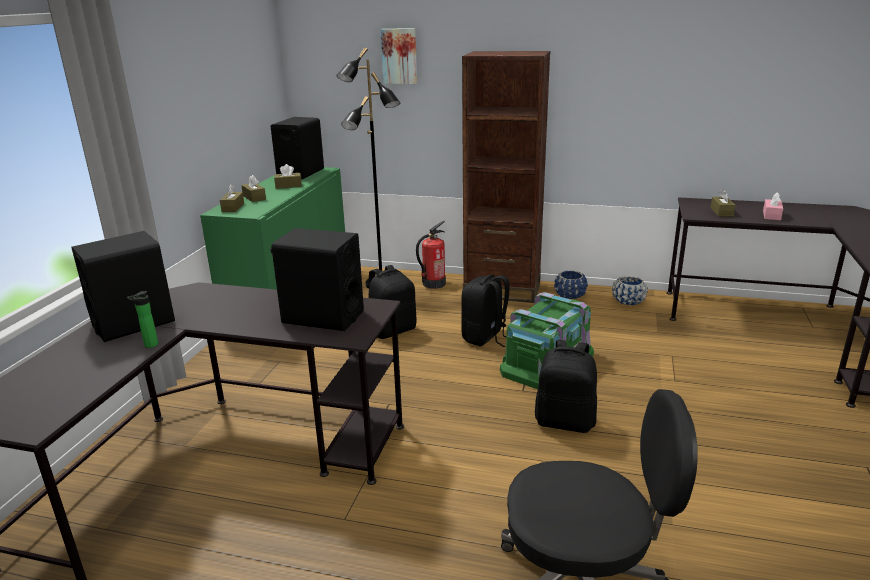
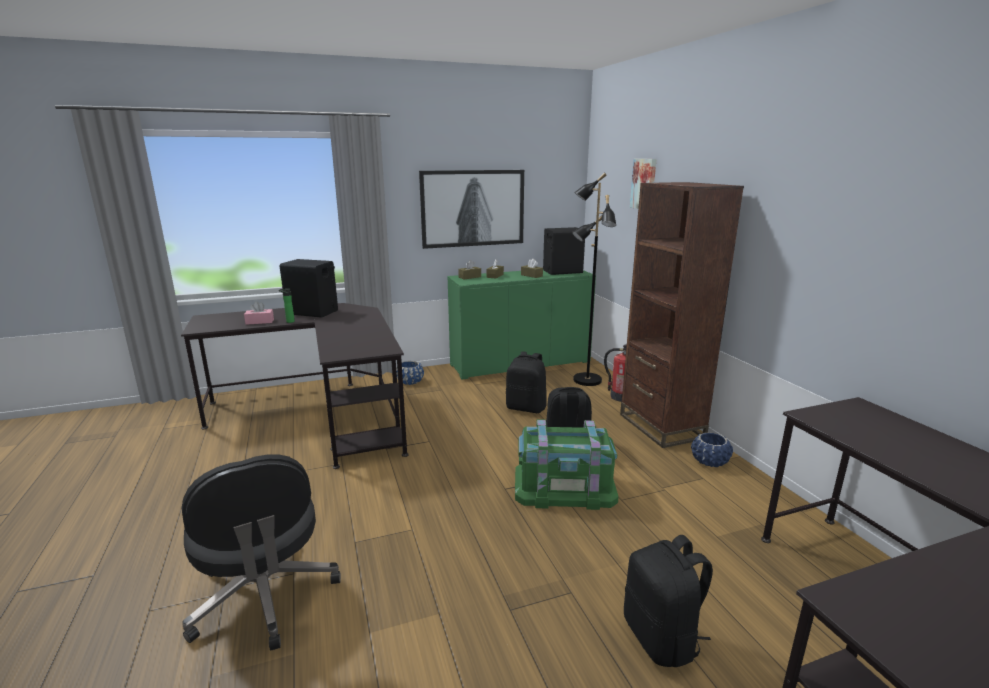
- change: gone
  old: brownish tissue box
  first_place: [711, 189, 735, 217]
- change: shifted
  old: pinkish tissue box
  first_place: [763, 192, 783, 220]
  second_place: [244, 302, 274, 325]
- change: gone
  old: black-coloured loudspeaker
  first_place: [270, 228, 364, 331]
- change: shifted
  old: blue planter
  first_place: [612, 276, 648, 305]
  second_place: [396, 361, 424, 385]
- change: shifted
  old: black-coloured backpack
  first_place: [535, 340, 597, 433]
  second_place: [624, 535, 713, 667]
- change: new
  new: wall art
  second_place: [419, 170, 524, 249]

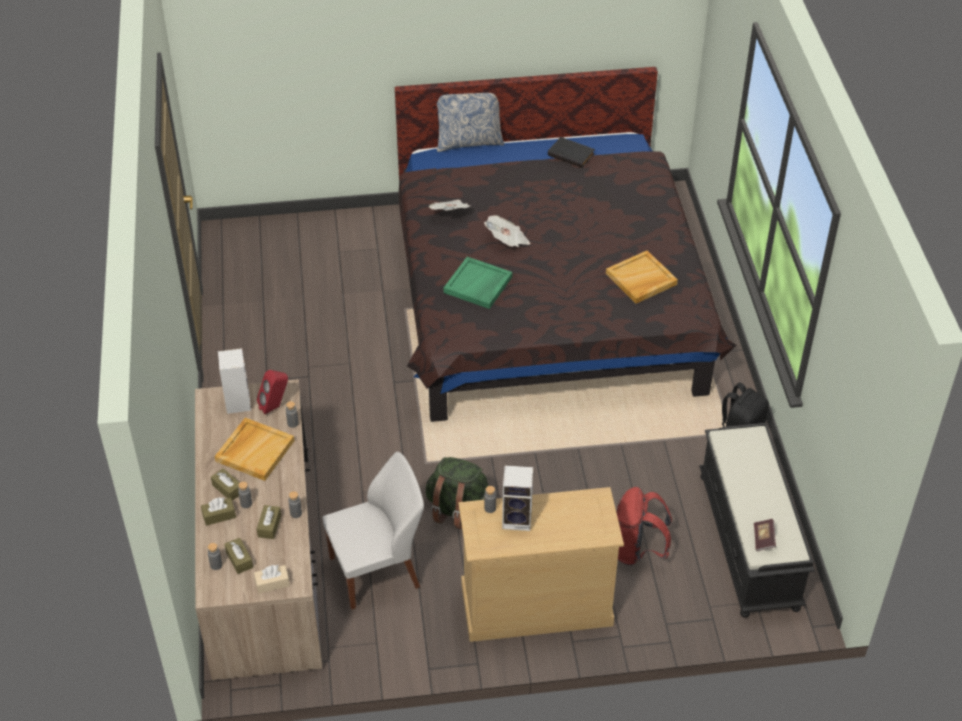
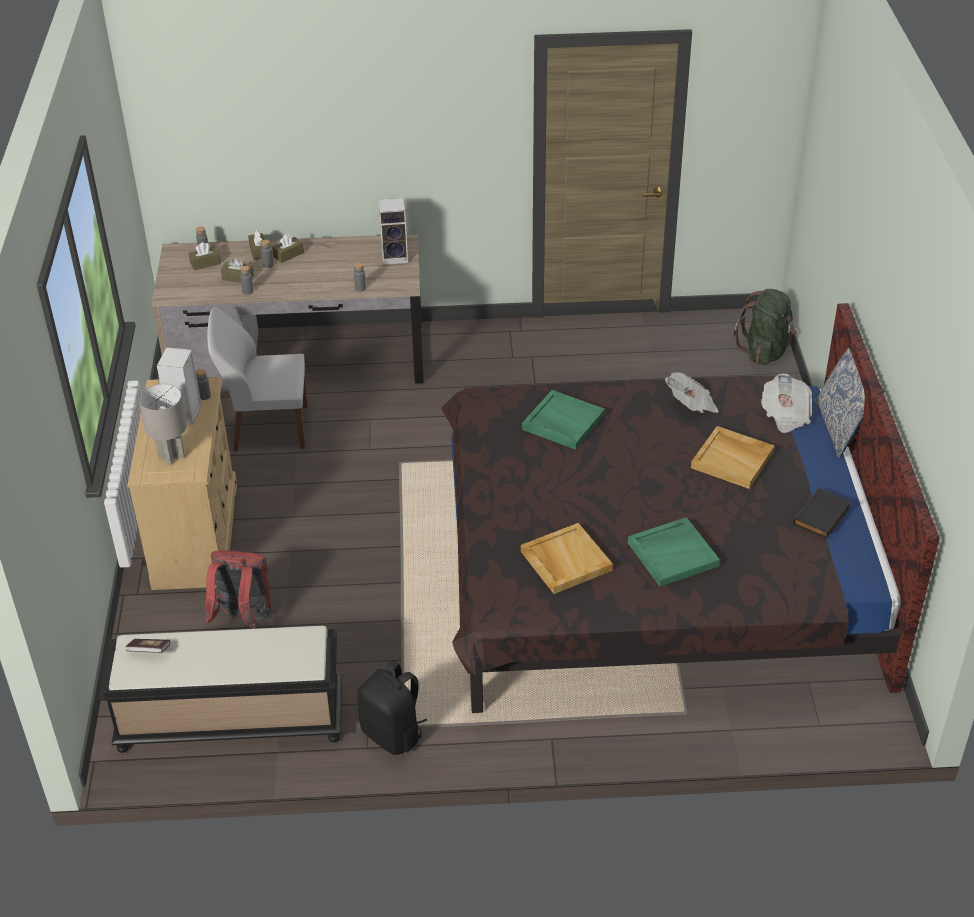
- change: shifted
  old: newspaper
  first_place: [484, 215, 530, 247]
  second_place: [761, 373, 812, 433]
- change: gone
  old: red loudspeaker
  first_place: [257, 370, 288, 414]
- change: shifted
  old: beige-coloured carrying tray
  first_place: [215, 418, 294, 481]
  second_place: [691, 426, 775, 489]
- change: rotated
  old: white plain chair
  first_place: [322, 452, 424, 609]
  second_place: [207, 307, 308, 451]
  degrees: 105
- change: shifted
  old: greenish backpack
  first_place: [425, 457, 488, 529]
  second_place: [733, 289, 797, 365]
- change: gone
  old: beige-coloured tissue box
  first_place: [254, 565, 290, 593]
- change: new
  new: grey lamp for a table
  second_place: [138, 384, 187, 466]
- change: new
  new: greenish carrying tray
  second_place: [628, 517, 720, 586]

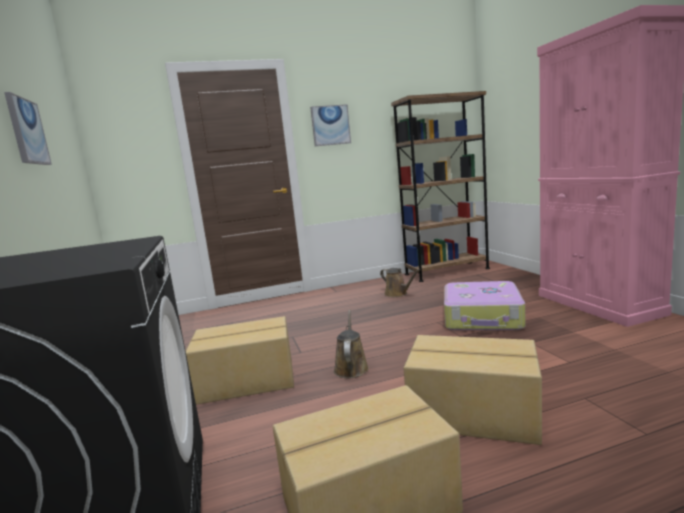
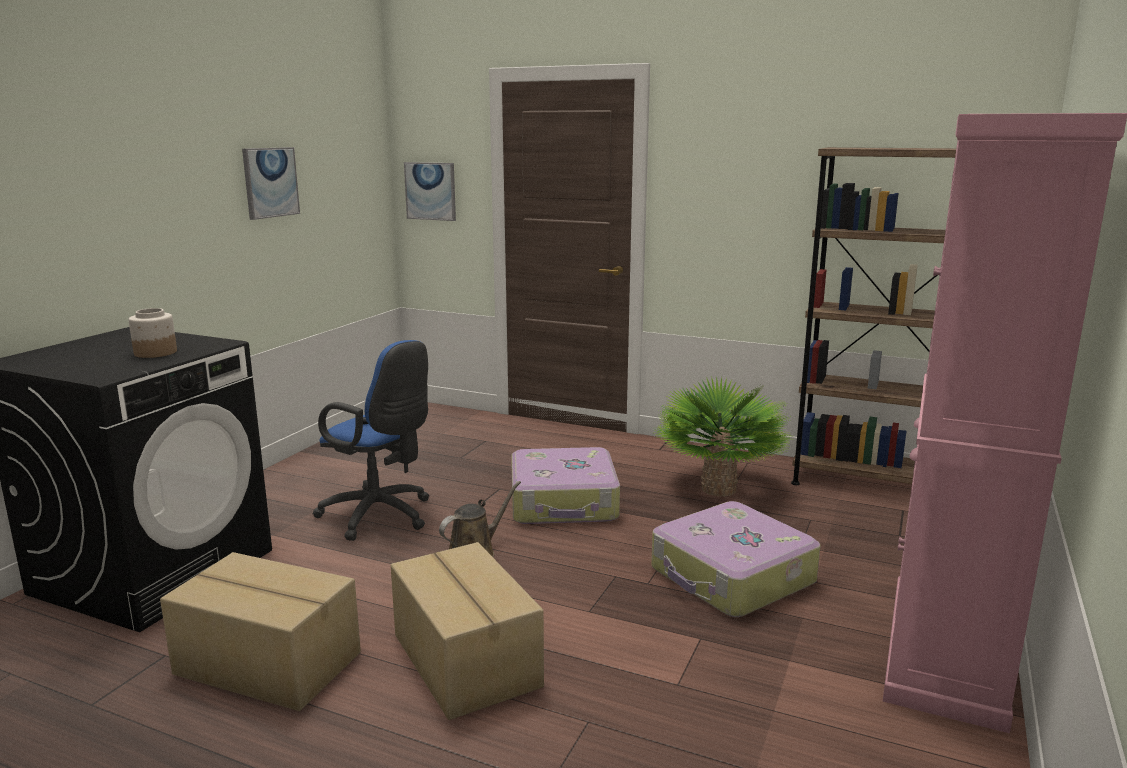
- change: shifted
  old: wall art
  first_place: [310, 104, 351, 146]
  second_place: [404, 162, 456, 221]
- change: swapped
  old: brownish watering pot
  new: plant in a pot
  first_place: [380, 268, 420, 297]
  second_place: [655, 376, 792, 496]
- change: swapped
  old: cardboard box
  new: blue desk chair
  first_place: [186, 316, 294, 405]
  second_place: [313, 340, 429, 541]
- change: new
  new: jar
  second_place: [129, 308, 177, 358]
- change: new
  new: travel case
  second_place: [511, 447, 620, 524]

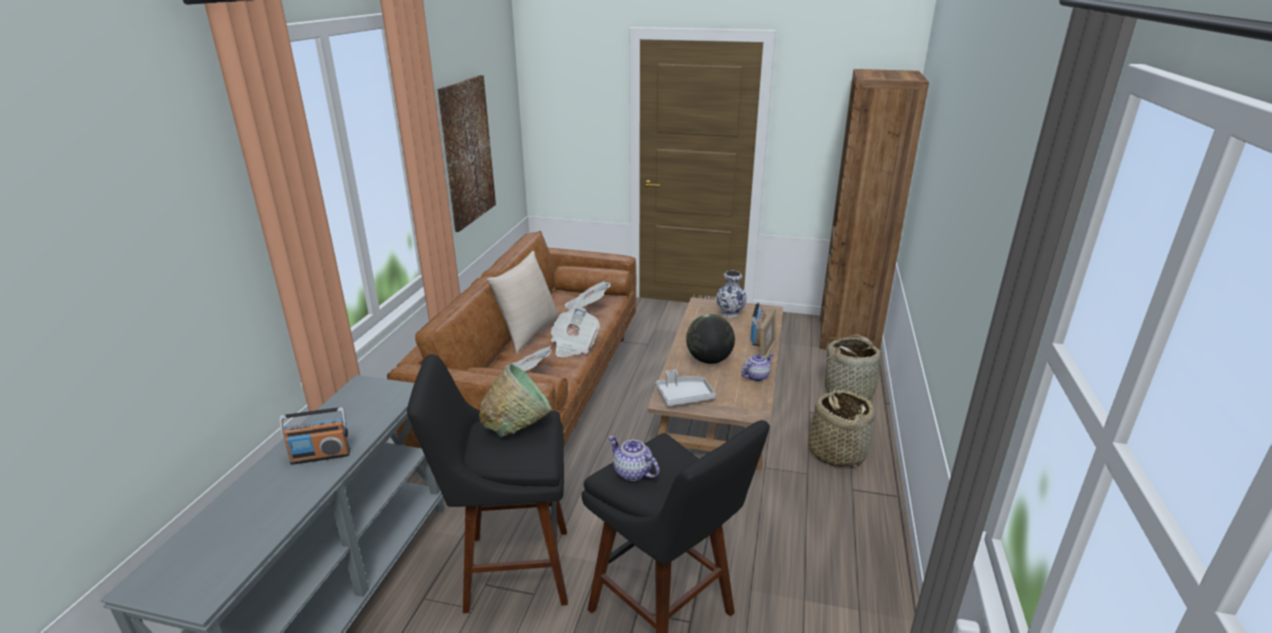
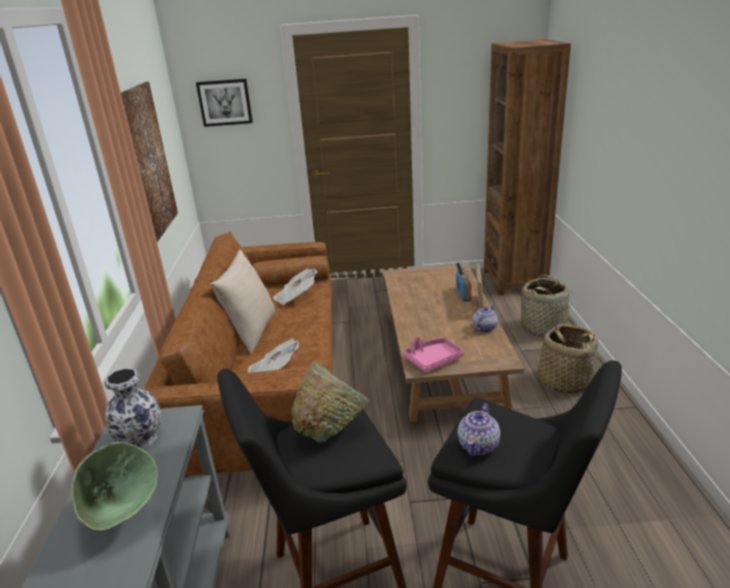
- change: shifted
  old: vase
  first_place: [716, 270, 747, 318]
  second_place: [104, 368, 161, 449]
- change: gone
  old: newspaper
  first_place: [550, 308, 600, 357]
- change: gone
  old: world globe
  first_place: [686, 314, 735, 364]
- change: repainted
  old: grey carrying tray
  new: pinkish carrying tray
  first_place: [656, 370, 716, 406]
  second_place: [403, 336, 464, 372]
- change: swapped
  old: radio
  new: greenish serving bowl
  first_place: [279, 407, 350, 465]
  second_place: [70, 442, 158, 531]
- change: rotated
  old: pot for tea
  first_place: [608, 436, 659, 481]
  second_place: [457, 404, 500, 456]
  degrees: -90
- change: new
  new: wall art
  second_place: [196, 79, 253, 127]

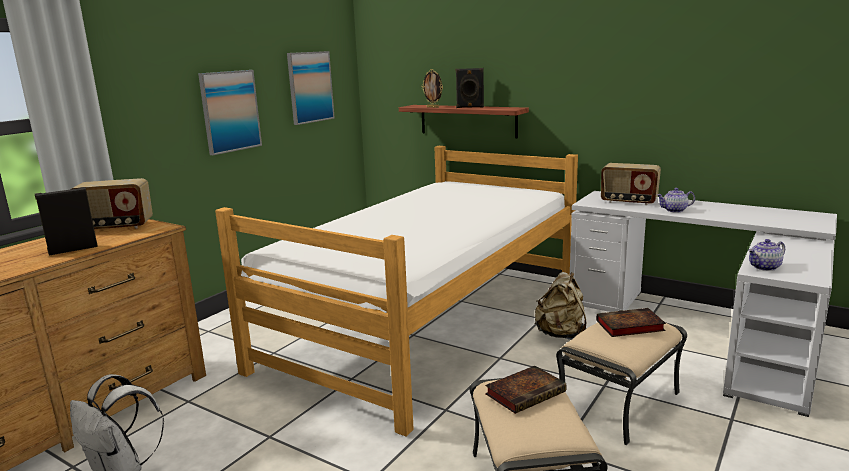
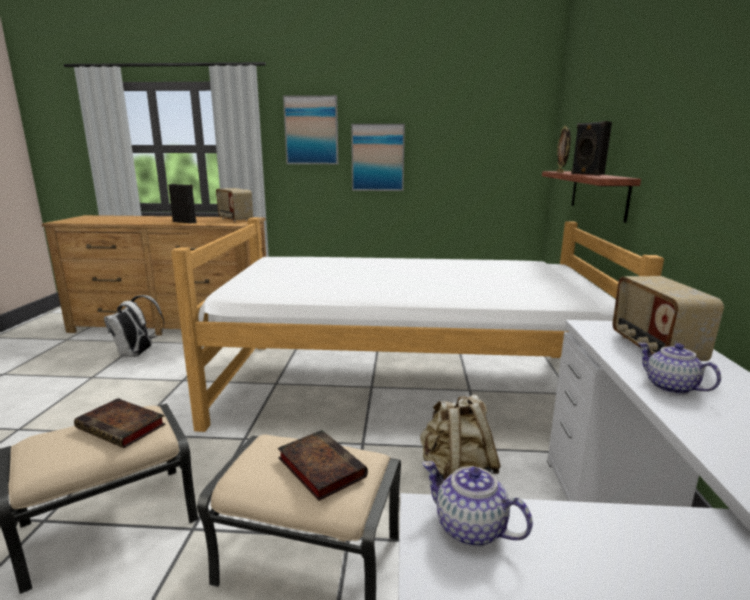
- change: shifted
  old: wall art
  first_place: [287, 51, 335, 125]
  second_place: [283, 95, 338, 164]

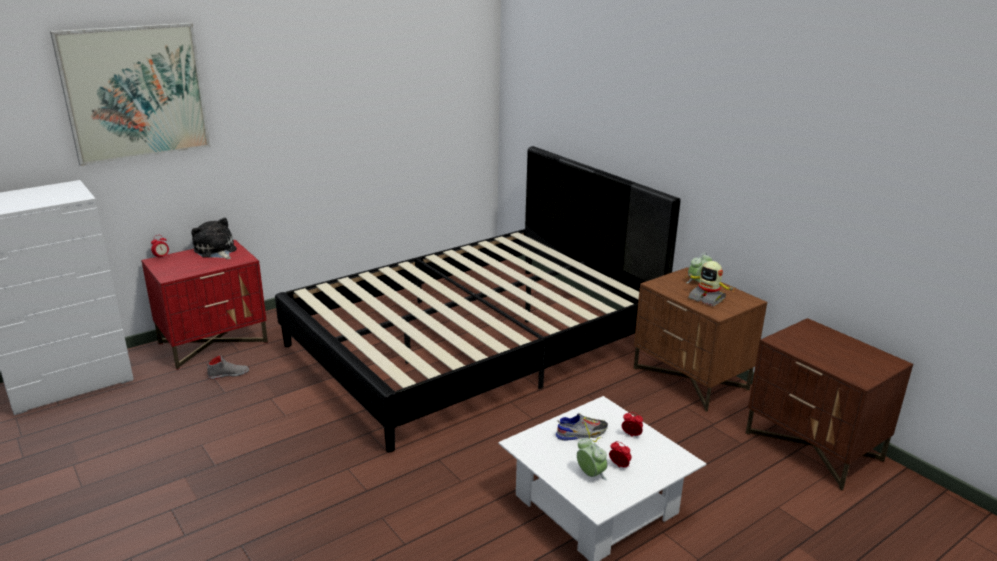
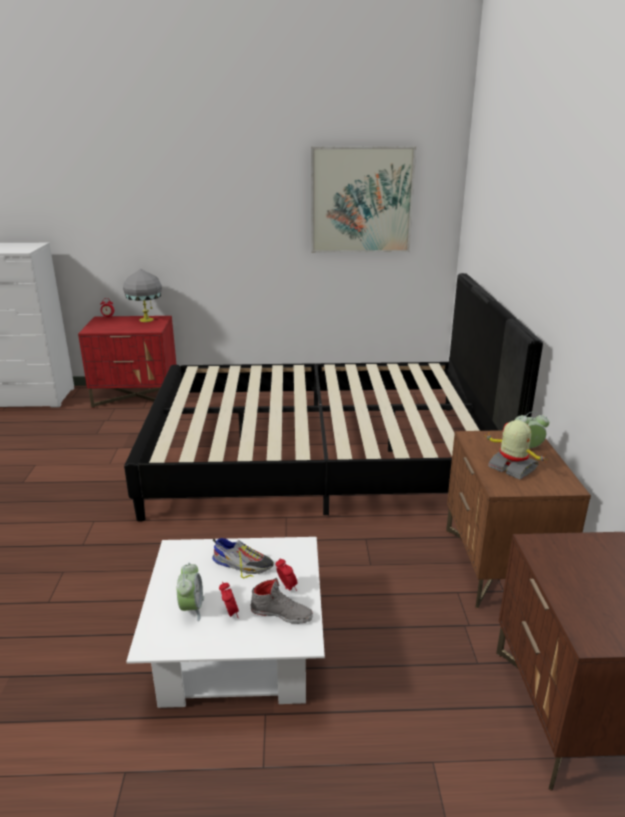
- change: shifted
  old: wall art
  first_place: [50, 23, 210, 166]
  second_place: [311, 146, 416, 253]
- change: swapped
  old: cuddly toy
  new: grey lamp for a table
  first_place: [191, 218, 237, 259]
  second_place: [123, 269, 162, 322]
- change: rotated
  old: robot figure
  first_place: [688, 261, 734, 306]
  second_place: [485, 420, 548, 479]
  degrees: 150
- change: shifted
  old: grey shoe
  first_place: [207, 355, 249, 379]
  second_place: [250, 578, 313, 624]

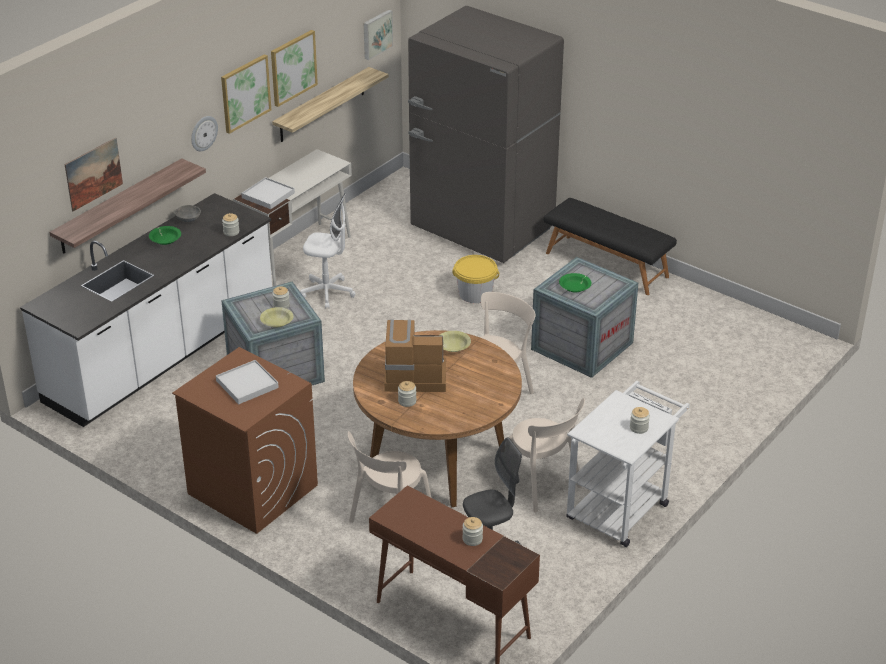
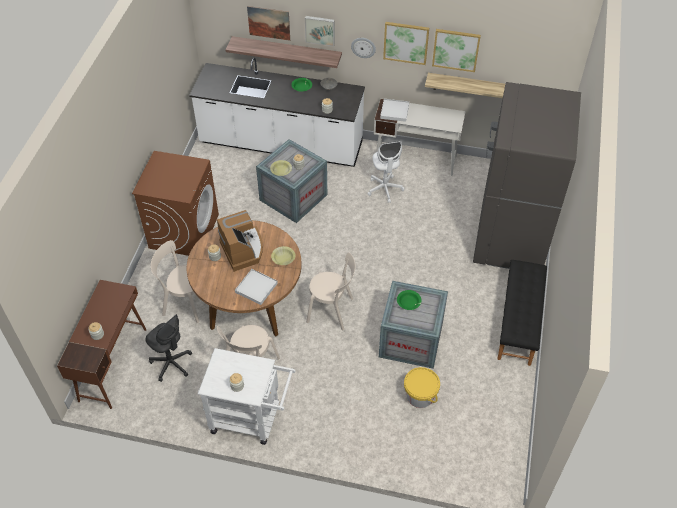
- change: shifted
  old: wall art
  first_place: [364, 10, 393, 60]
  second_place: [305, 16, 335, 46]
- change: shifted
  old: yellow-coloured pail
  first_place: [452, 255, 499, 303]
  second_place: [404, 367, 440, 408]
- change: shifted
  old: white carrying tray
  first_place: [216, 360, 279, 404]
  second_place: [235, 269, 278, 305]

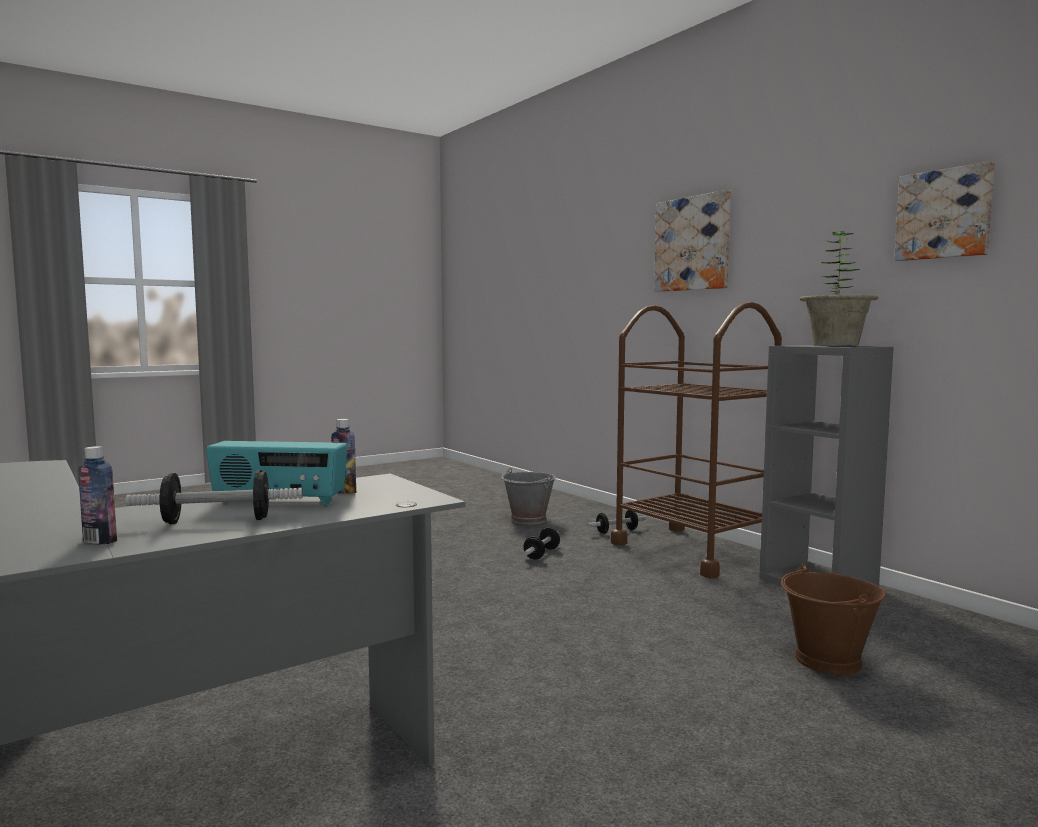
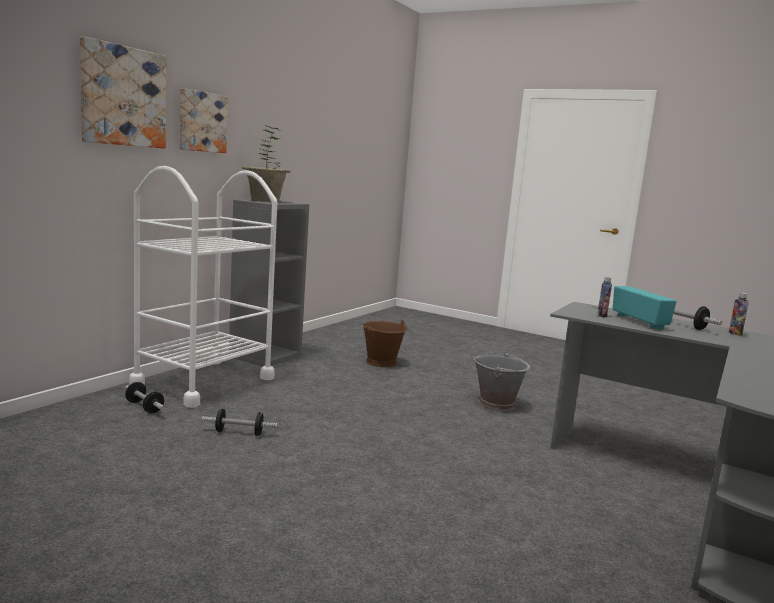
- change: shifted
  old: wall art
  first_place: [894, 161, 995, 261]
  second_place: [180, 88, 228, 153]
- change: repainted
  old: brownish wheeled cart
  new: white wheeled cart
  first_place: [611, 302, 782, 578]
  second_place: [129, 166, 277, 408]
- change: shifted
  old: grey pail
  first_place: [501, 468, 556, 525]
  second_place: [474, 351, 530, 411]

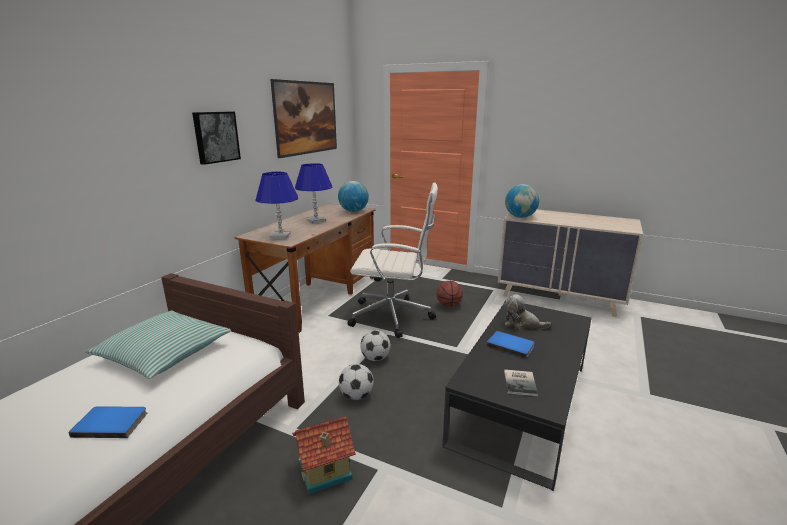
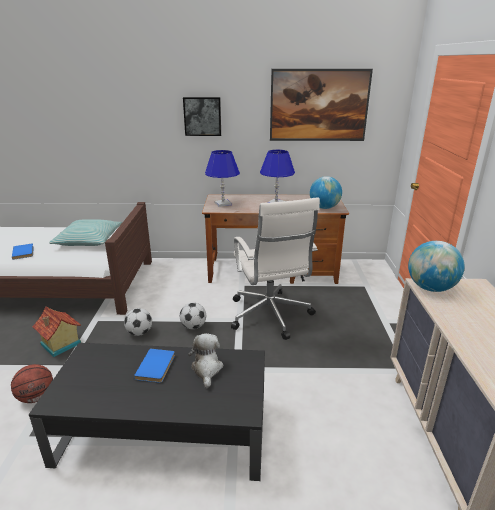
- change: shifted
  old: basketball
  first_place: [437, 281, 463, 307]
  second_place: [11, 364, 53, 403]
- change: gone
  old: volume
  first_place: [504, 369, 538, 396]

